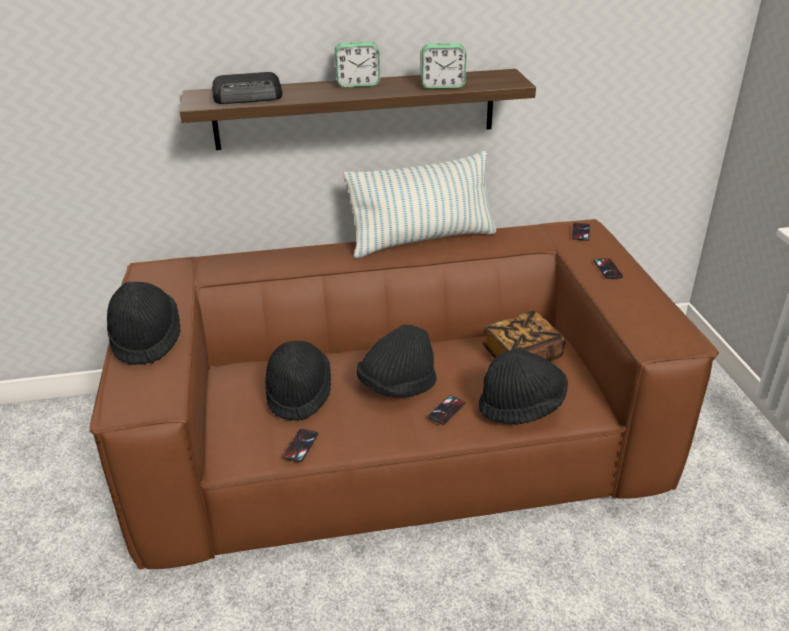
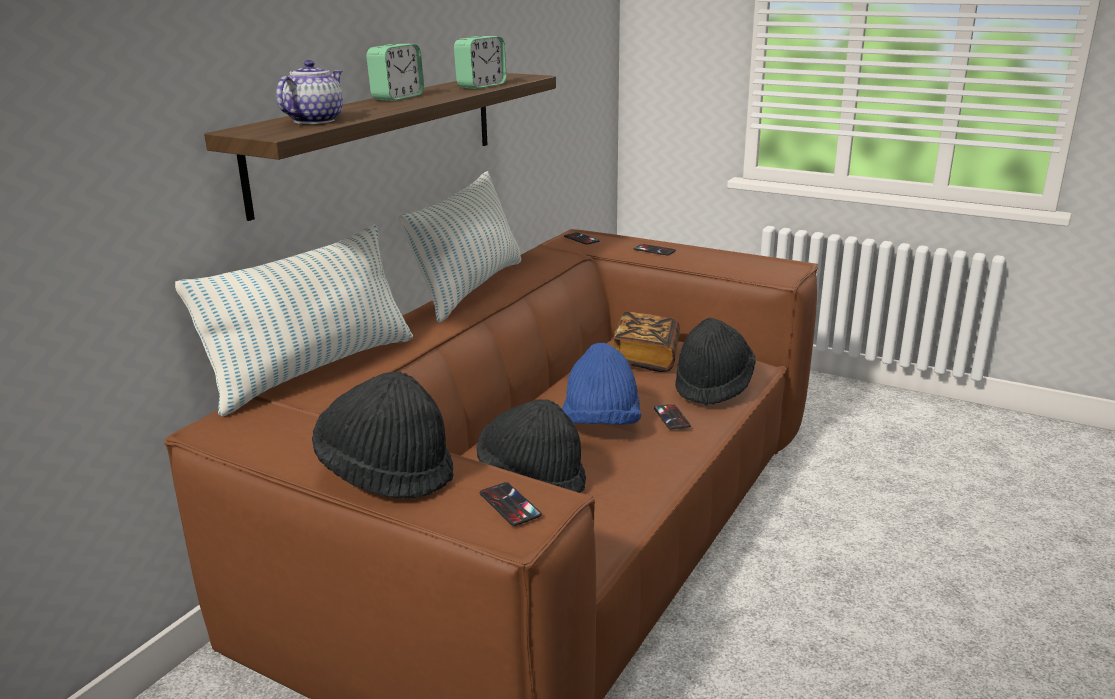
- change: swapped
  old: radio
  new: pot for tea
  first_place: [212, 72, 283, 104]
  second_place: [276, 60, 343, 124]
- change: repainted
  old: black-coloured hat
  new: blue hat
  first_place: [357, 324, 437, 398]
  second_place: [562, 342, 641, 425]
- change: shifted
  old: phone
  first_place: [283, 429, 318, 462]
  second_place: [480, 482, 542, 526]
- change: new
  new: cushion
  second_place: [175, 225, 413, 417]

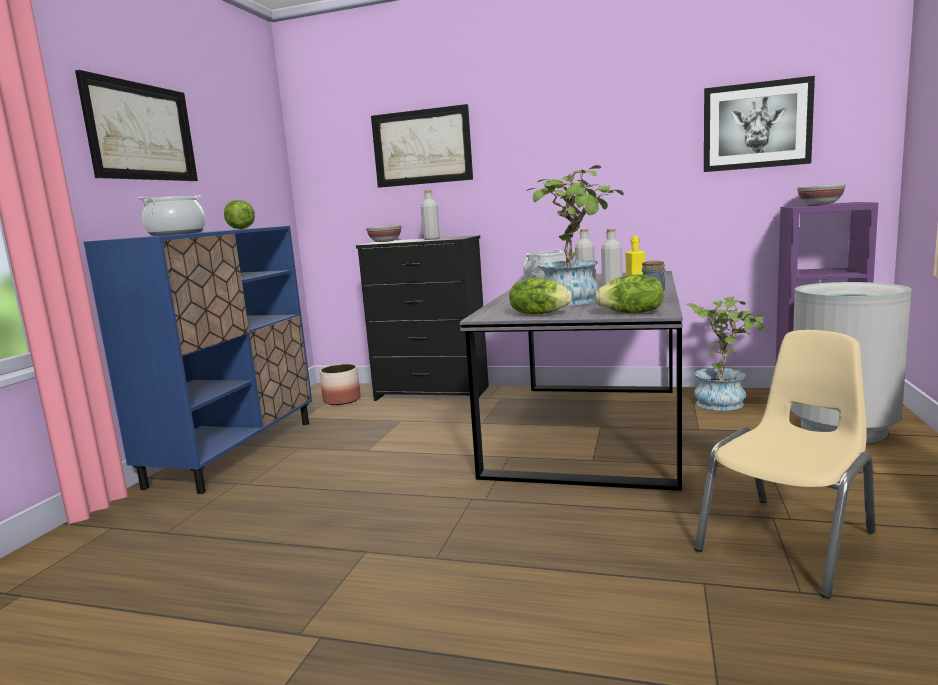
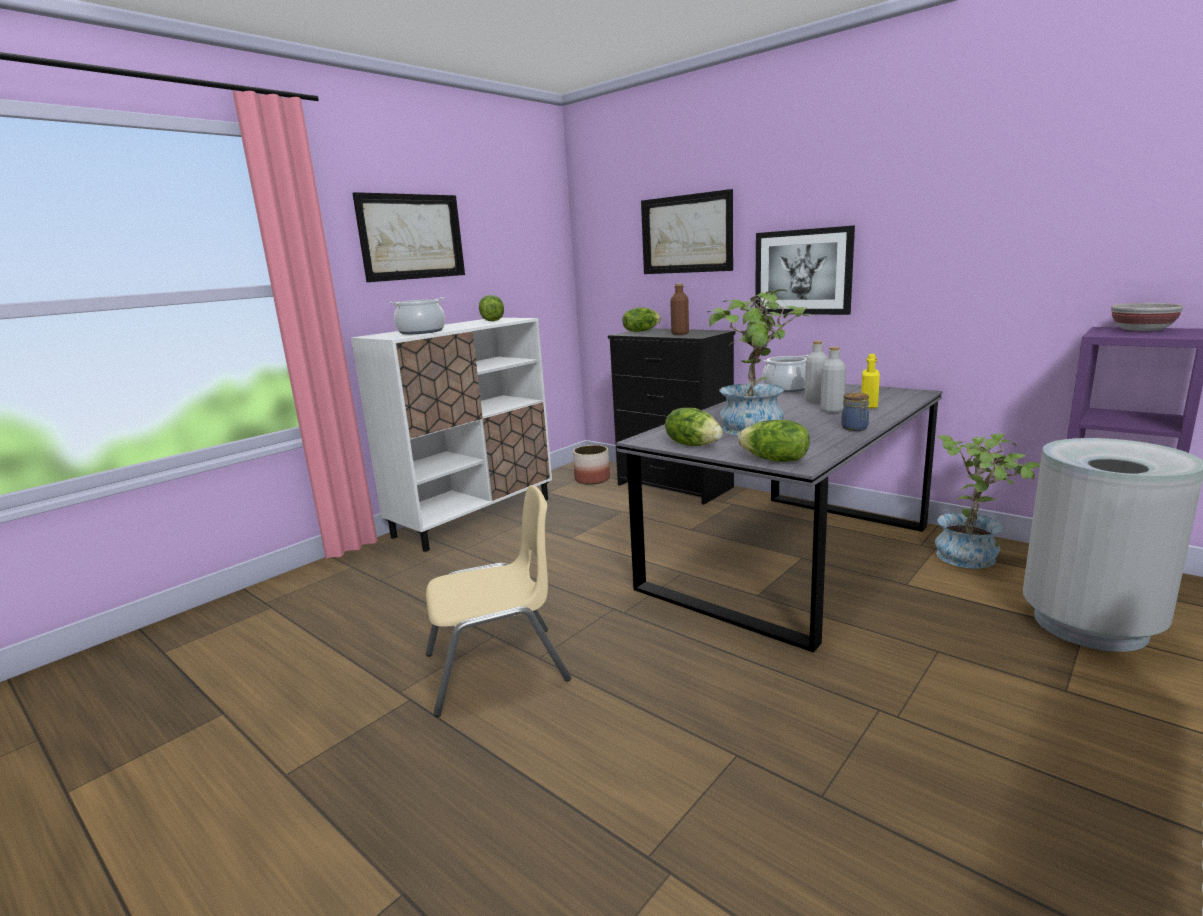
- change: shifted
  old: wall art
  first_place: [704, 76, 815, 172]
  second_place: [755, 226, 855, 315]
- change: repainted
  old: grey drink bottle
  new: brownish drink bottle
  first_place: [421, 190, 440, 240]
  second_place: [670, 283, 689, 335]
- change: swapped
  old: serving bowl
  new: lettuce
  first_place: [366, 225, 401, 242]
  second_place: [622, 307, 661, 332]
- change: repainted
  old: blue cupboard
  new: white cupboard
  first_place: [84, 226, 312, 494]
  second_place: [351, 318, 552, 552]
- change: shifted
  old: beige-coloured plain chair
  first_place: [695, 330, 875, 599]
  second_place: [426, 485, 571, 717]

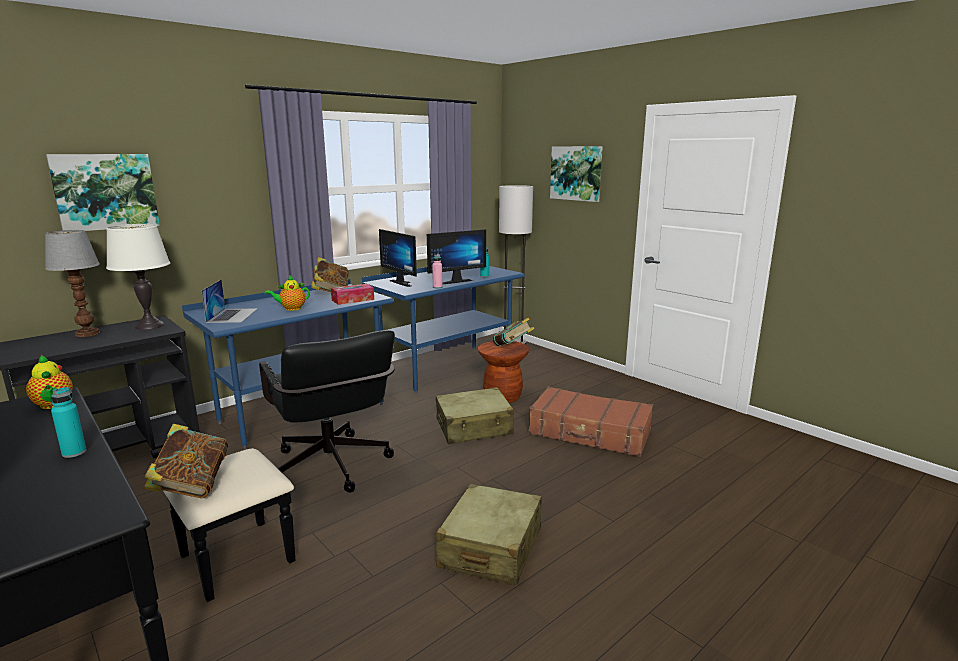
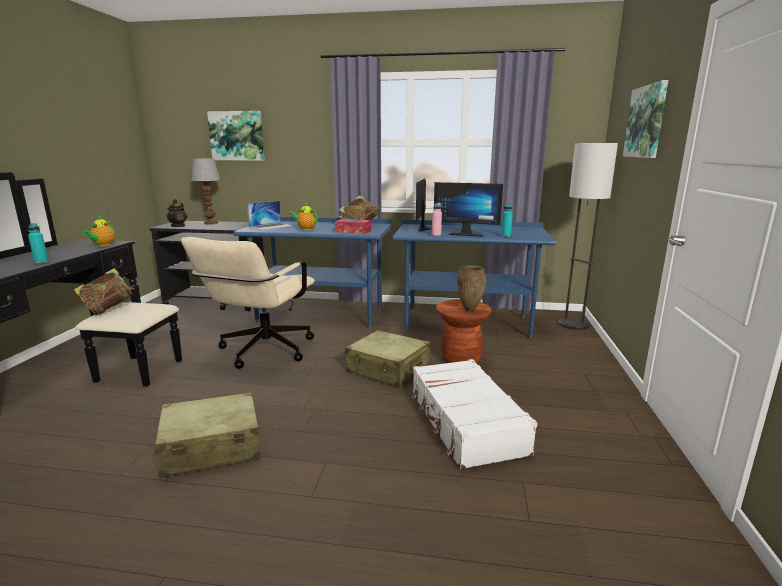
- change: gone
  old: white lamp for a table
  first_place: [106, 224, 170, 330]
- change: swapped
  old: volume
  new: brownish vase
  first_place: [493, 318, 535, 346]
  second_place: [457, 265, 486, 311]
- change: repainted
  old: black-coloured desk chair
  new: beige-coloured desk chair
  first_place: [259, 330, 395, 492]
  second_place: [181, 237, 315, 369]
- change: repainted
  old: brownish travel case
  new: white travel case
  first_place: [528, 387, 653, 457]
  second_place: [411, 359, 537, 469]
- change: new
  new: pot for tea
  second_place: [166, 199, 187, 227]

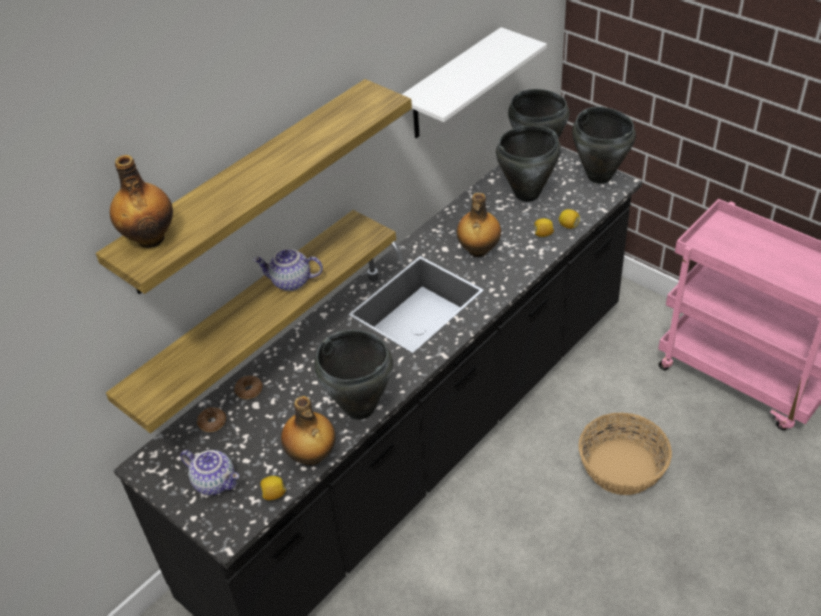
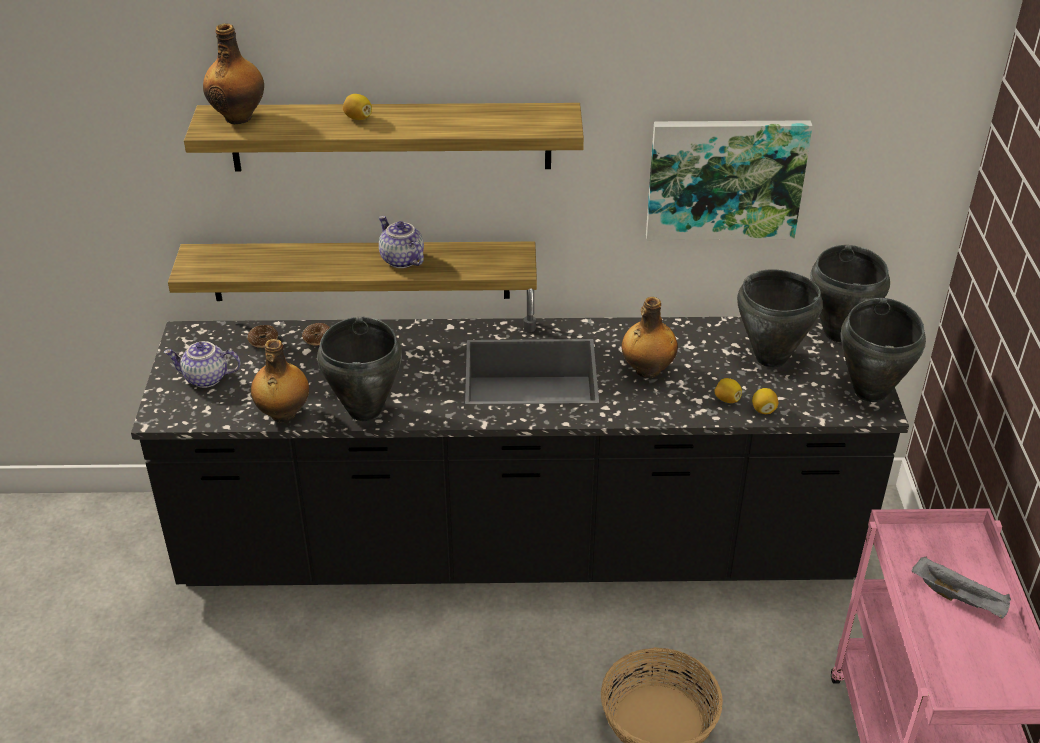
- change: swapped
  old: white wall shelf
  new: wall art
  first_place: [402, 27, 547, 138]
  second_place: [646, 120, 813, 240]
- change: rotated
  old: pot for tea
  first_place: [180, 450, 239, 495]
  second_place: [164, 341, 241, 388]
  degrees: 105
- change: shifted
  old: whole lemon
  first_place: [260, 476, 286, 500]
  second_place: [343, 94, 372, 120]
- change: new
  new: grey carrying tray
  second_place: [911, 556, 1011, 619]

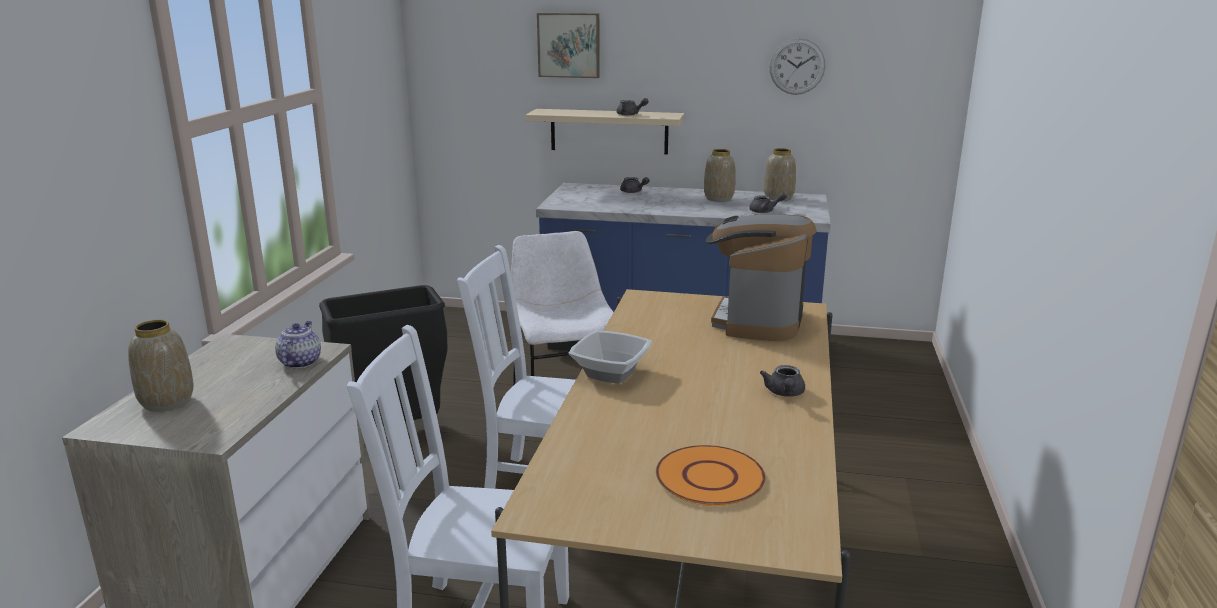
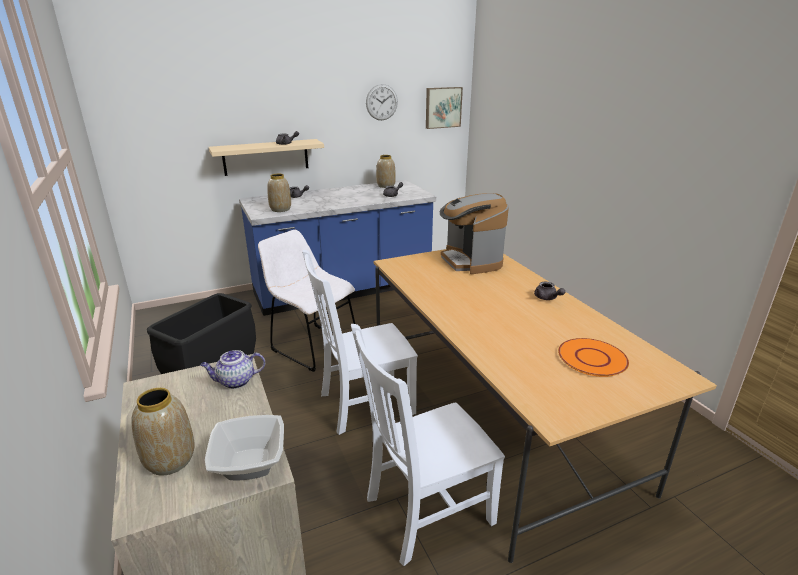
- change: shifted
  old: wall art
  first_place: [537, 13, 600, 78]
  second_place: [426, 87, 463, 129]
- change: shifted
  old: vase
  first_place: [704, 149, 736, 202]
  second_place: [267, 174, 291, 212]
- change: rotated
  old: pot for tea
  first_place: [275, 321, 321, 368]
  second_place: [200, 350, 265, 389]
  degrees: -75
- change: shifted
  old: serving bowl
  first_place: [569, 330, 652, 383]
  second_place: [205, 415, 284, 481]

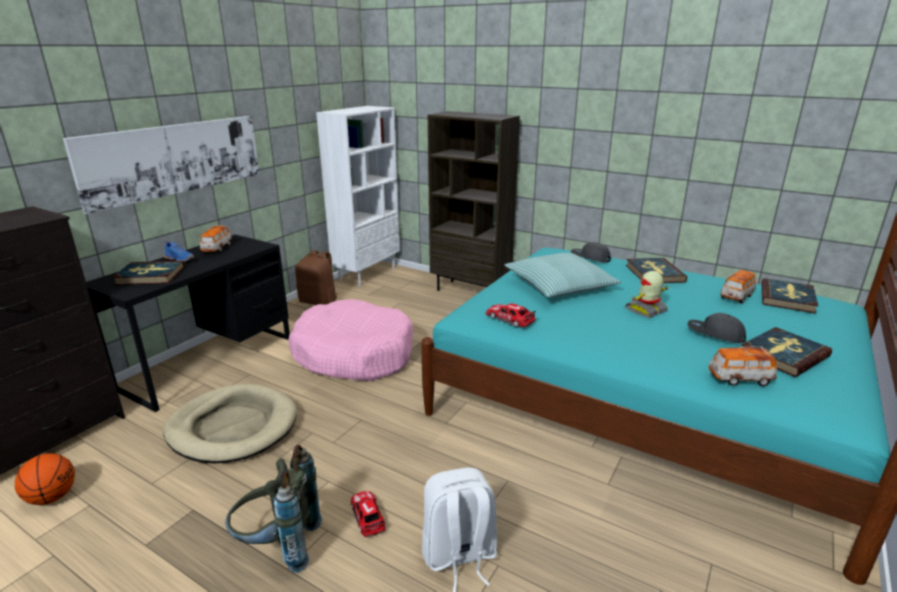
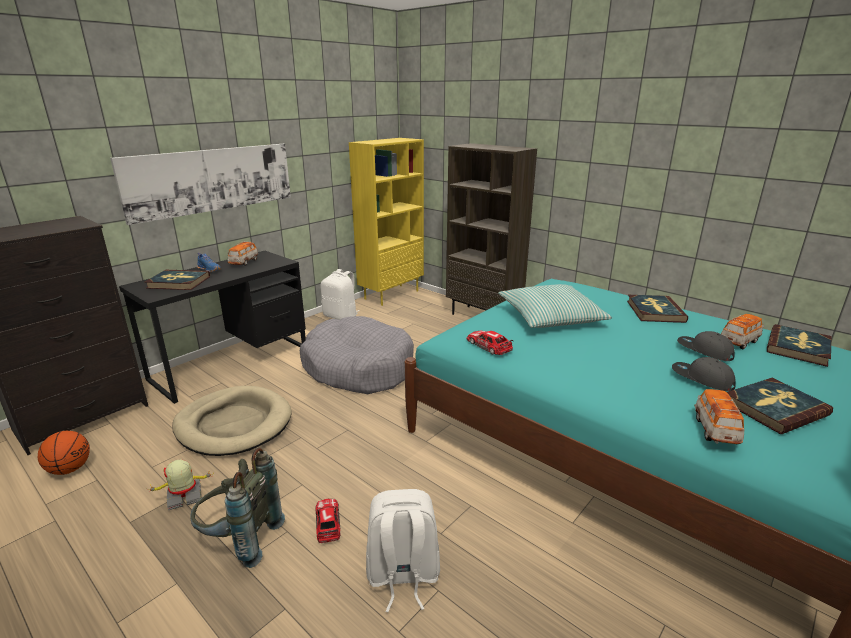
- change: repainted
  old: white bookshelf
  new: yellow-coloured bookshelf
  first_place: [316, 106, 400, 287]
  second_place: [349, 138, 424, 306]
- change: shifted
  old: grey baseball cap
  first_place: [571, 242, 611, 263]
  second_place: [677, 331, 735, 361]
- change: repainted
  old: brownish backpack
  new: white backpack
  first_place: [295, 250, 337, 305]
  second_place: [321, 269, 359, 320]
- change: shifted
  old: robot figure
  first_place: [625, 271, 670, 318]
  second_place: [147, 459, 213, 510]
- change: repainted
  old: pinkish dog bed
  new: grey dog bed
  first_place: [288, 299, 413, 381]
  second_place: [300, 316, 414, 394]
- change: rotated
  old: toy car
  first_place: [709, 346, 777, 386]
  second_place: [695, 389, 744, 444]
  degrees: 90

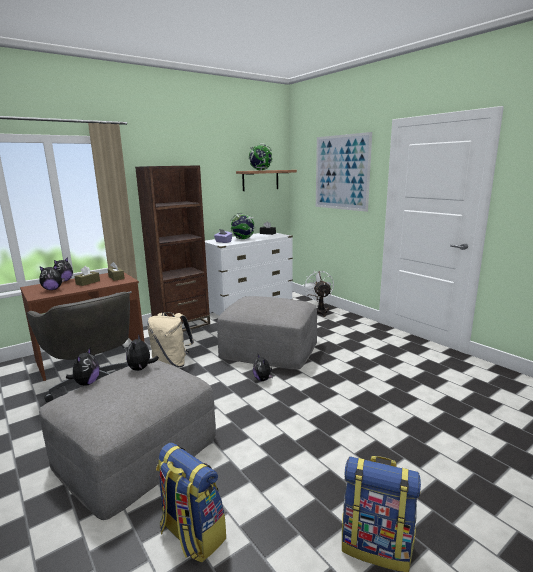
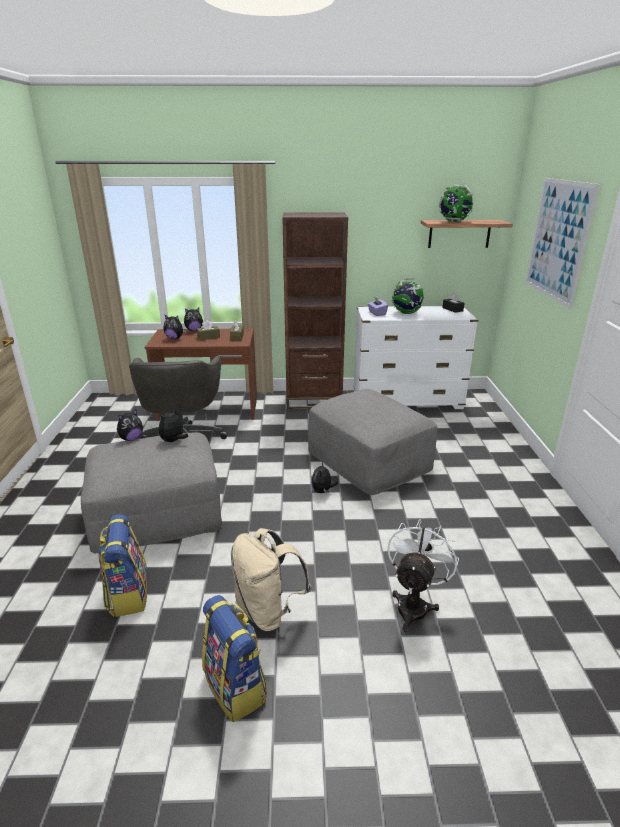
- change: shifted
  old: white cooling fan
  first_place: [304, 271, 334, 317]
  second_place: [387, 519, 459, 632]
- change: shifted
  old: beige-coloured backpack
  first_place: [147, 312, 194, 367]
  second_place: [231, 528, 312, 631]

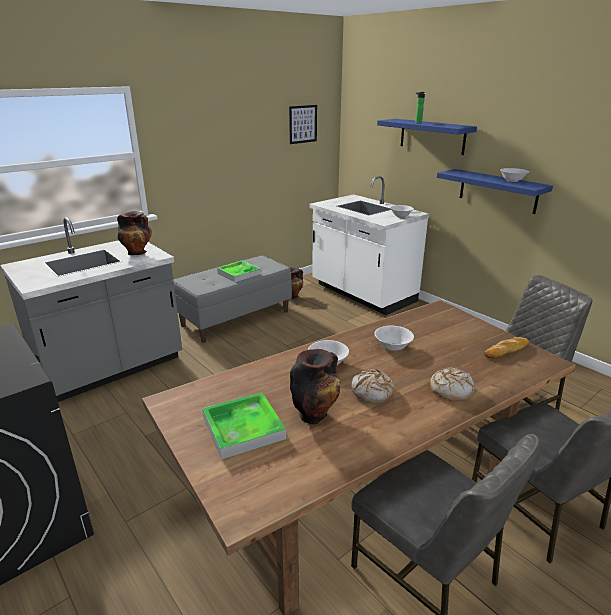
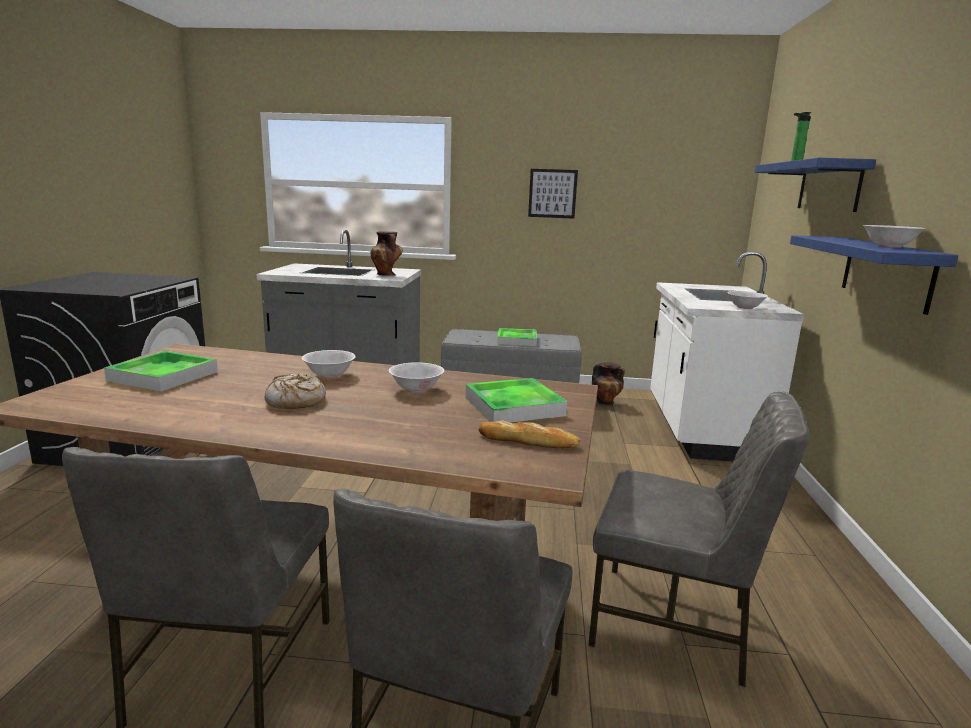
- change: shifted
  old: wall art
  first_place: [289, 105, 317, 144]
  second_place: [528, 169, 578, 219]
- change: gone
  old: vase
  first_place: [290, 349, 341, 424]
- change: gone
  old: bakery bread
  first_place: [430, 368, 475, 401]
- change: new
  new: carrying tray
  second_place: [465, 378, 567, 423]

